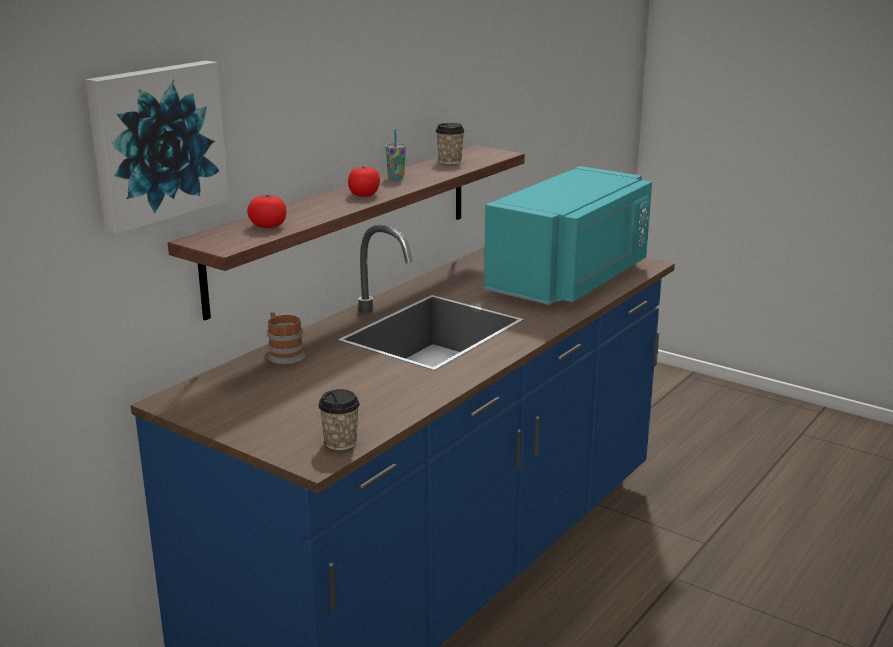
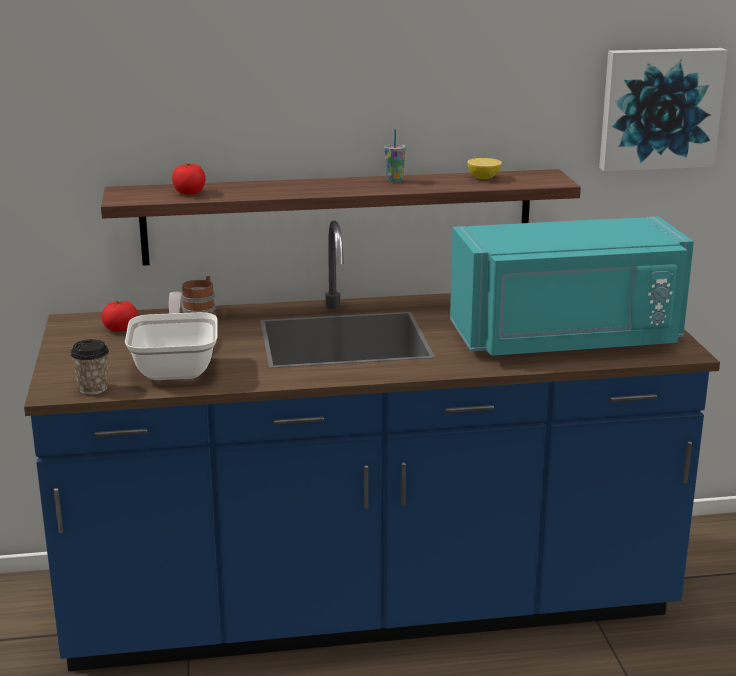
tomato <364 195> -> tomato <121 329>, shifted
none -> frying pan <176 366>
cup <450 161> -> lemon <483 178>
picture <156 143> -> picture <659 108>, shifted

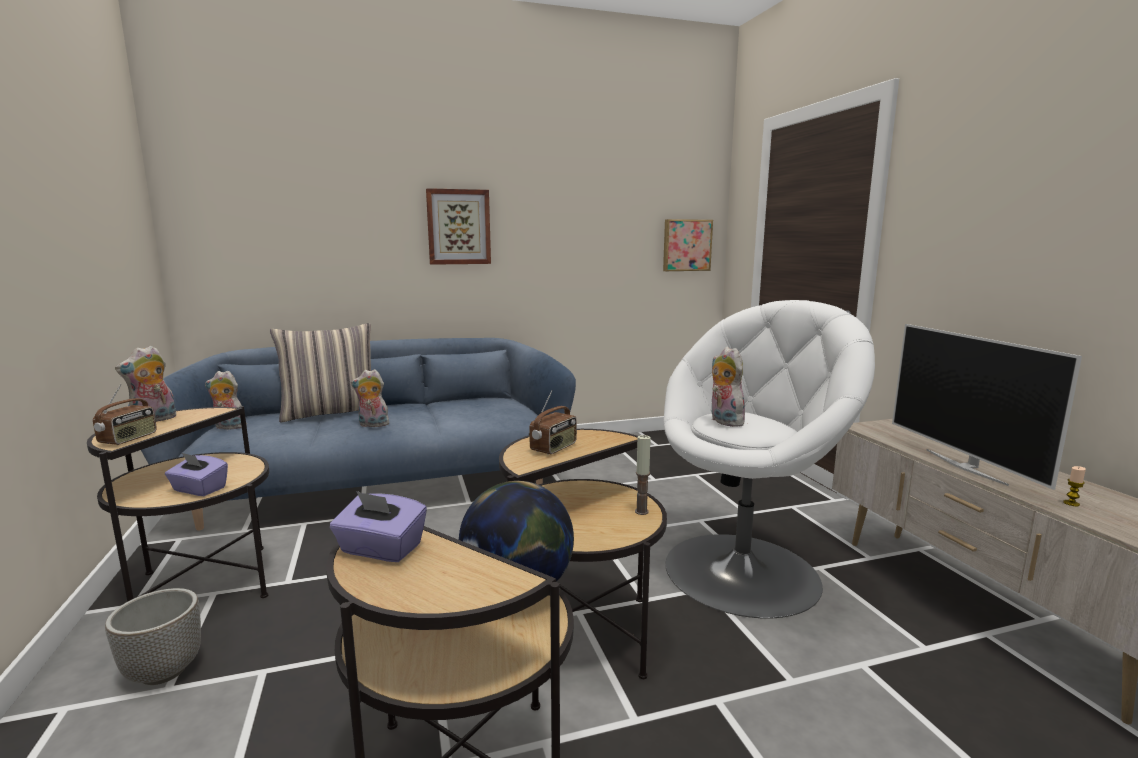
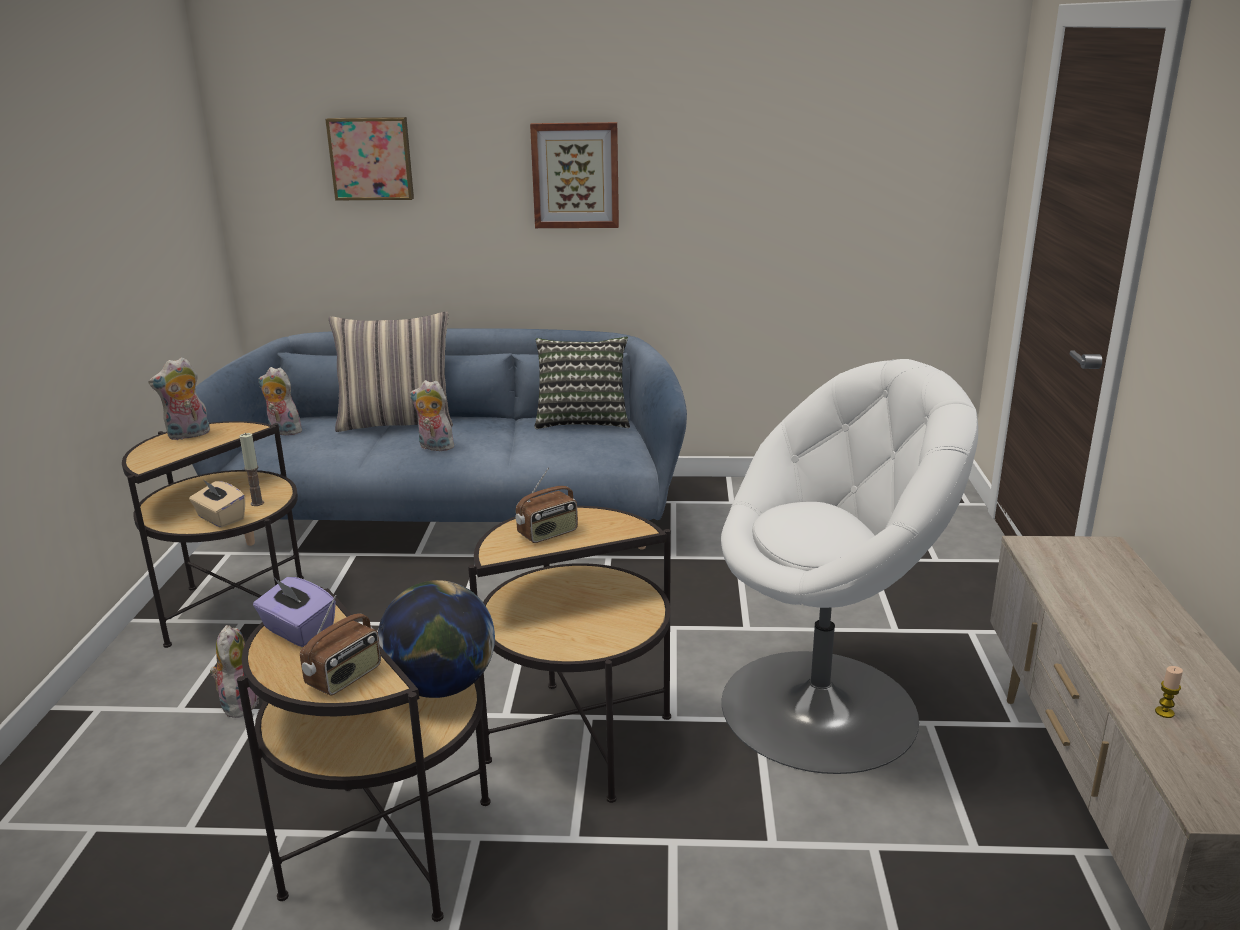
purple tissue box <199 489> -> beige tissue box <220 518>
plush toy <723 421> -> plush toy <238 703>, shifted
candle <641 511> -> candle <257 503>, shifted
radio <129 439> -> radio <345 677>, shifted
picture <686 245> -> picture <371 158>, shifted
none -> pillow <582 420>
planter <165 671> -> none
television <965 466> -> none

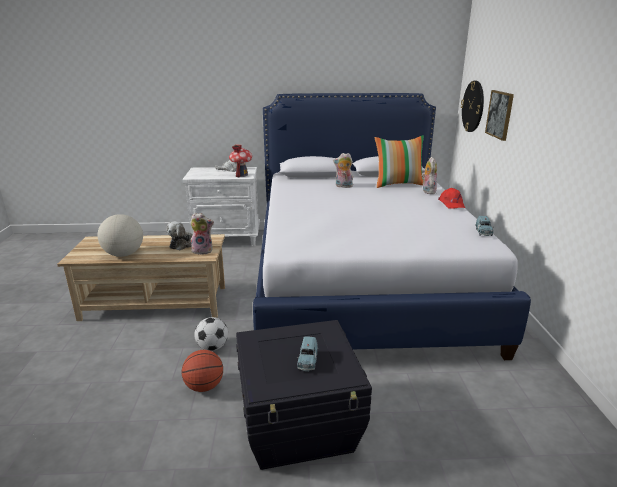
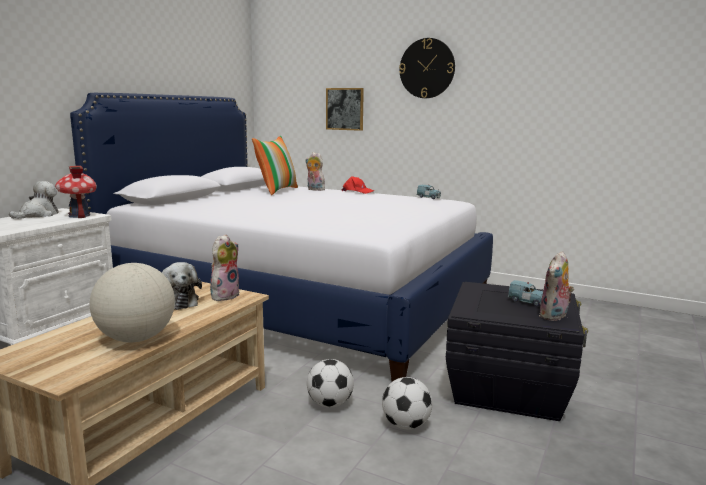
basketball <204 386> -> football <406 425>
wall clock <473 106> -> wall clock <427 68>, shifted
plush toy <343 186> -> plush toy <554 316>, shifted

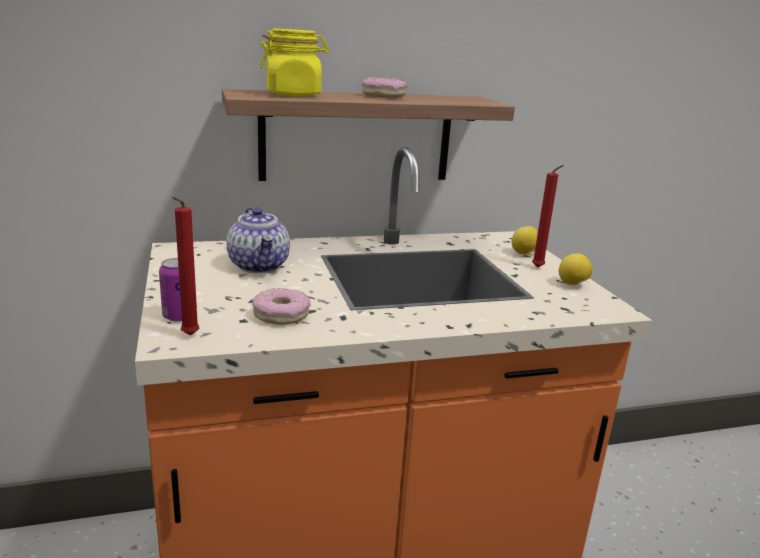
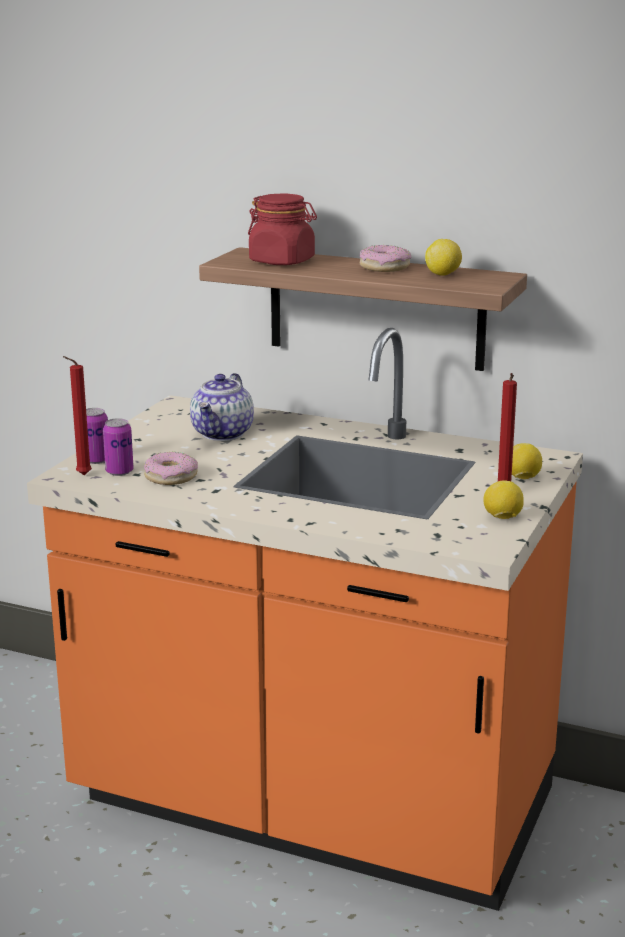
none -> can <119 471>
yellow jar <293 94> -> red jar <282 261>
none -> lemon <443 274>

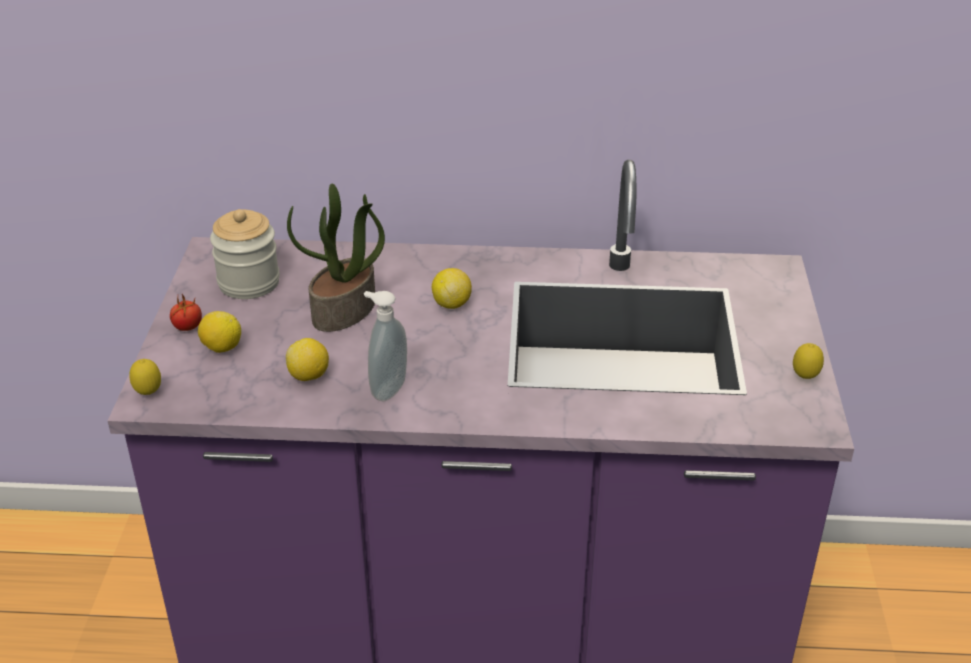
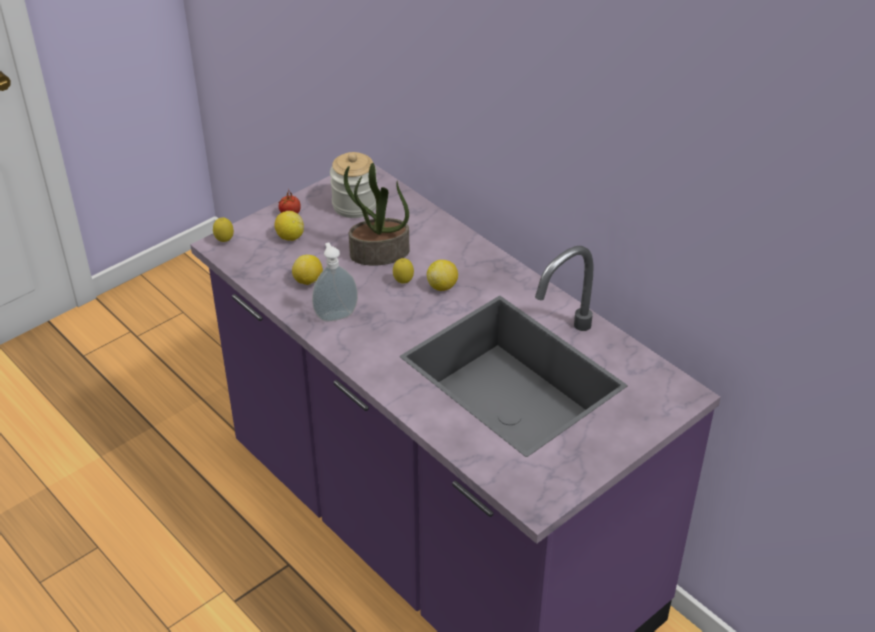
lemon <804 378> -> lemon <403 282>, shifted

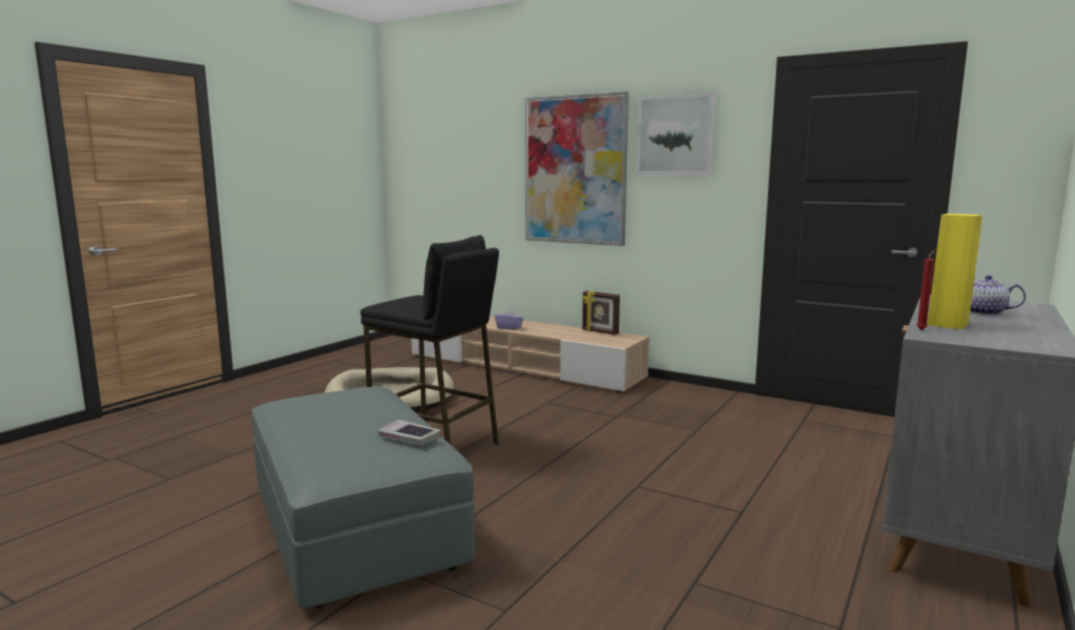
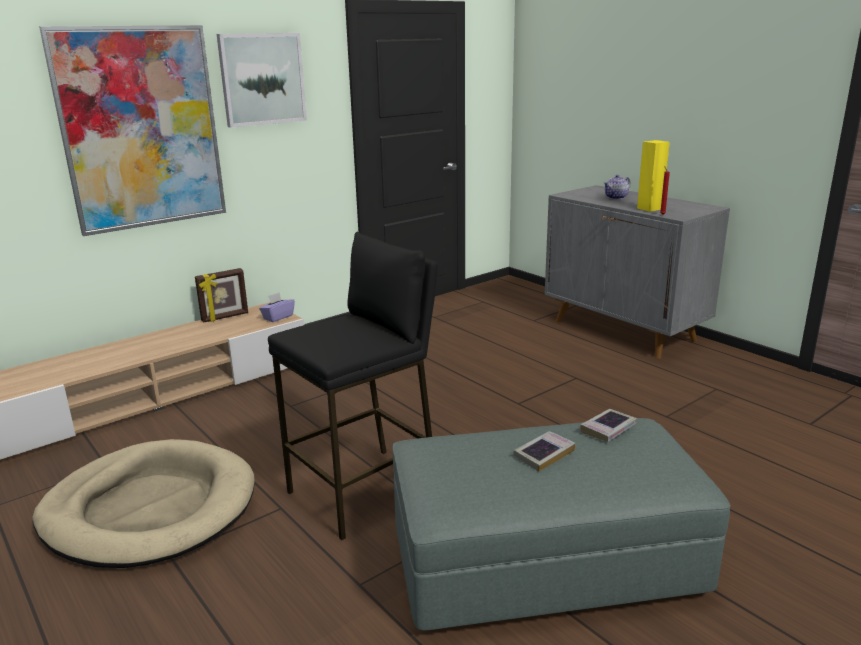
purple tissue box <509 328> -> purple tissue box <278 317>, shifted
none -> book <544 454>

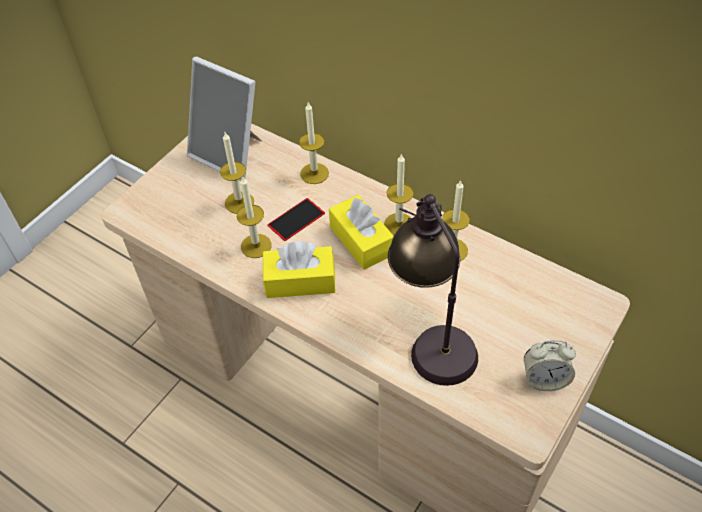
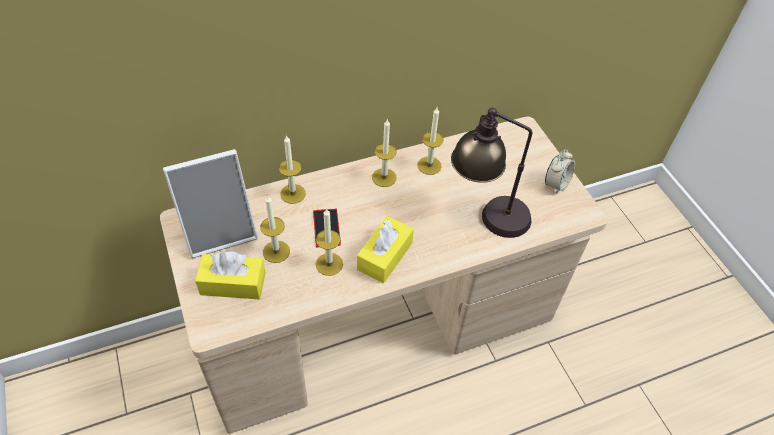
yellow tissue box <361 240> -> yellow tissue box <233 283>, shifted

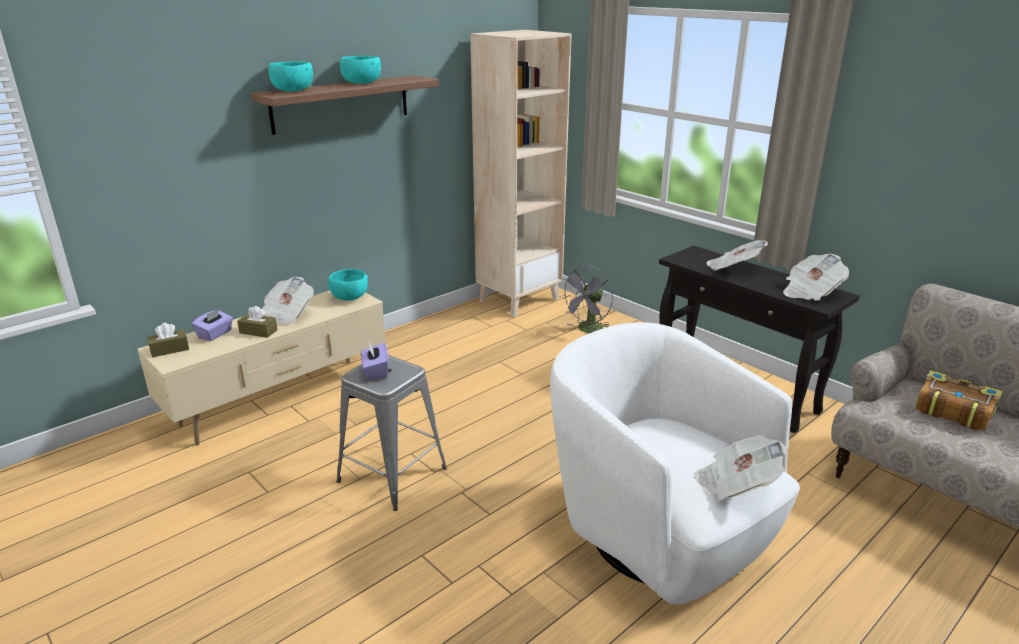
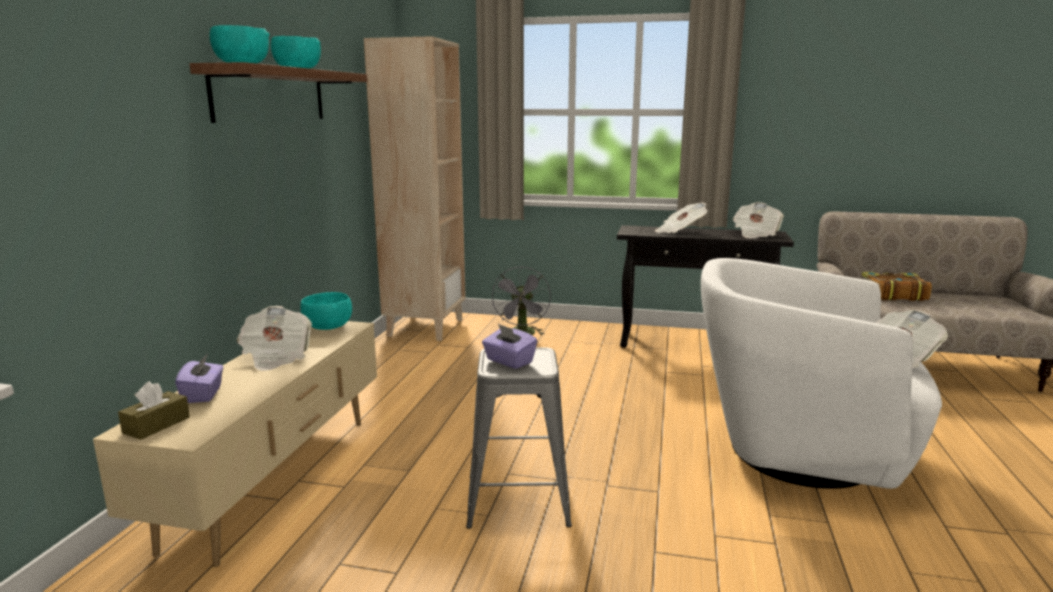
brown tissue box <258 331> -> none

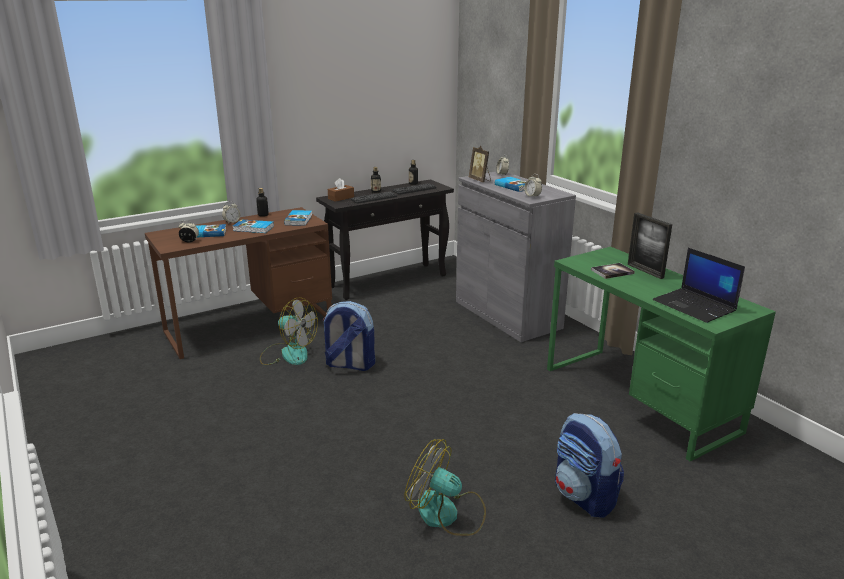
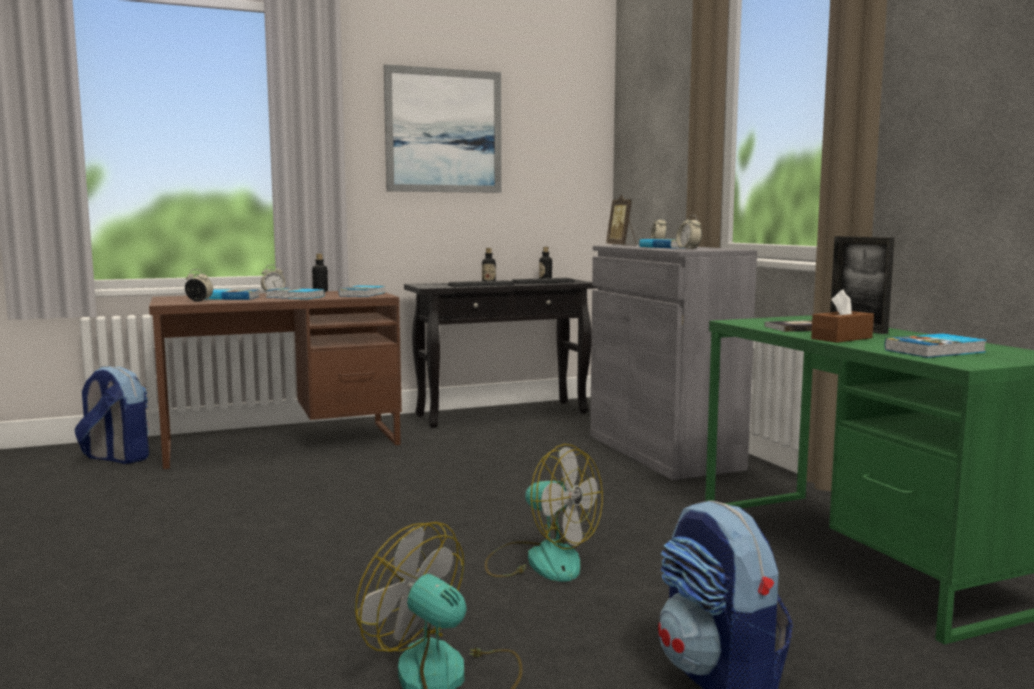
backpack <349 364> -> backpack <116 458>, shifted
none -> picture <444 131>
fan <288 353> -> fan <540 560>, shifted
brown tissue box <341 198> -> brown tissue box <841 338>, shifted
laptop <695 306> -> book <936 351>

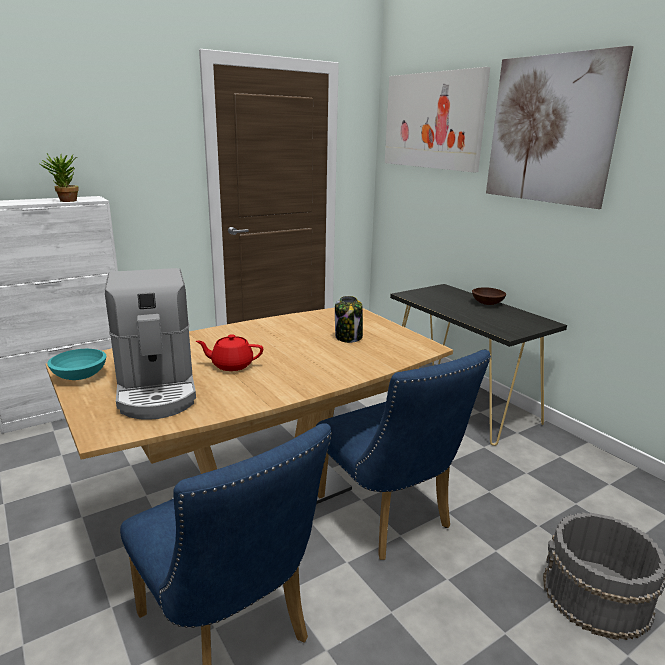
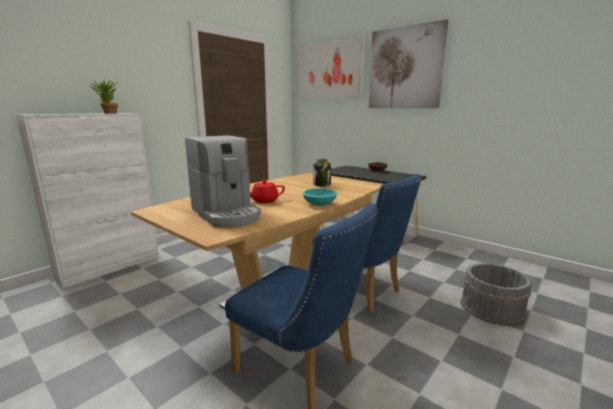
turquoise bowl <79 376> -> turquoise bowl <319 204>, shifted

